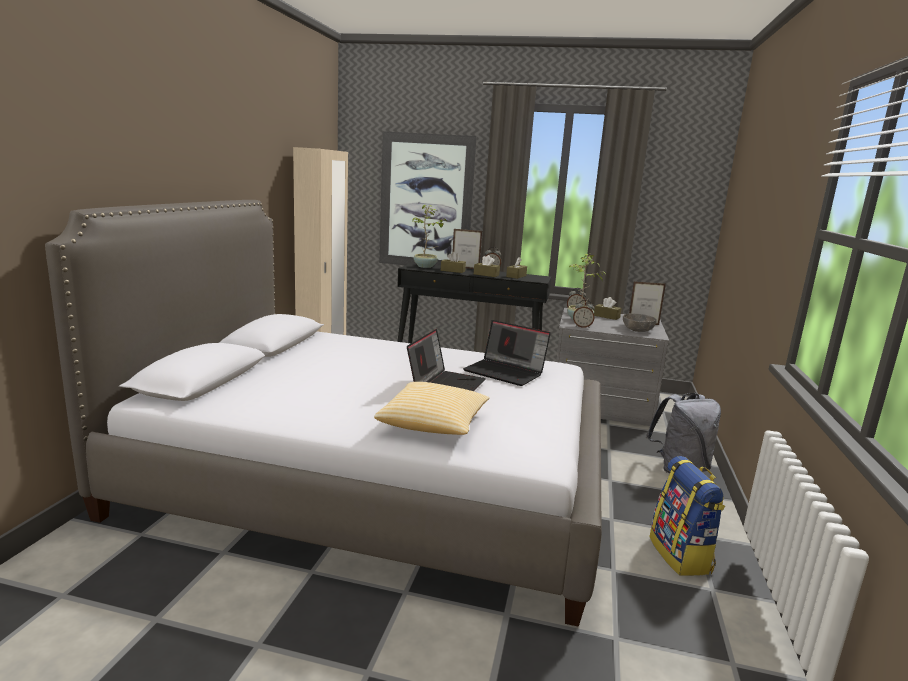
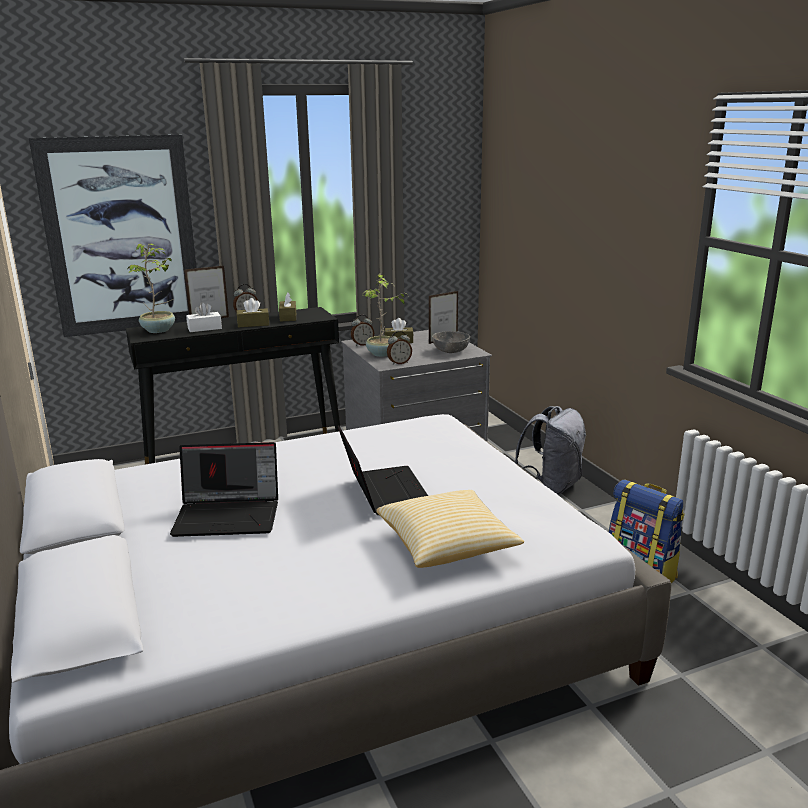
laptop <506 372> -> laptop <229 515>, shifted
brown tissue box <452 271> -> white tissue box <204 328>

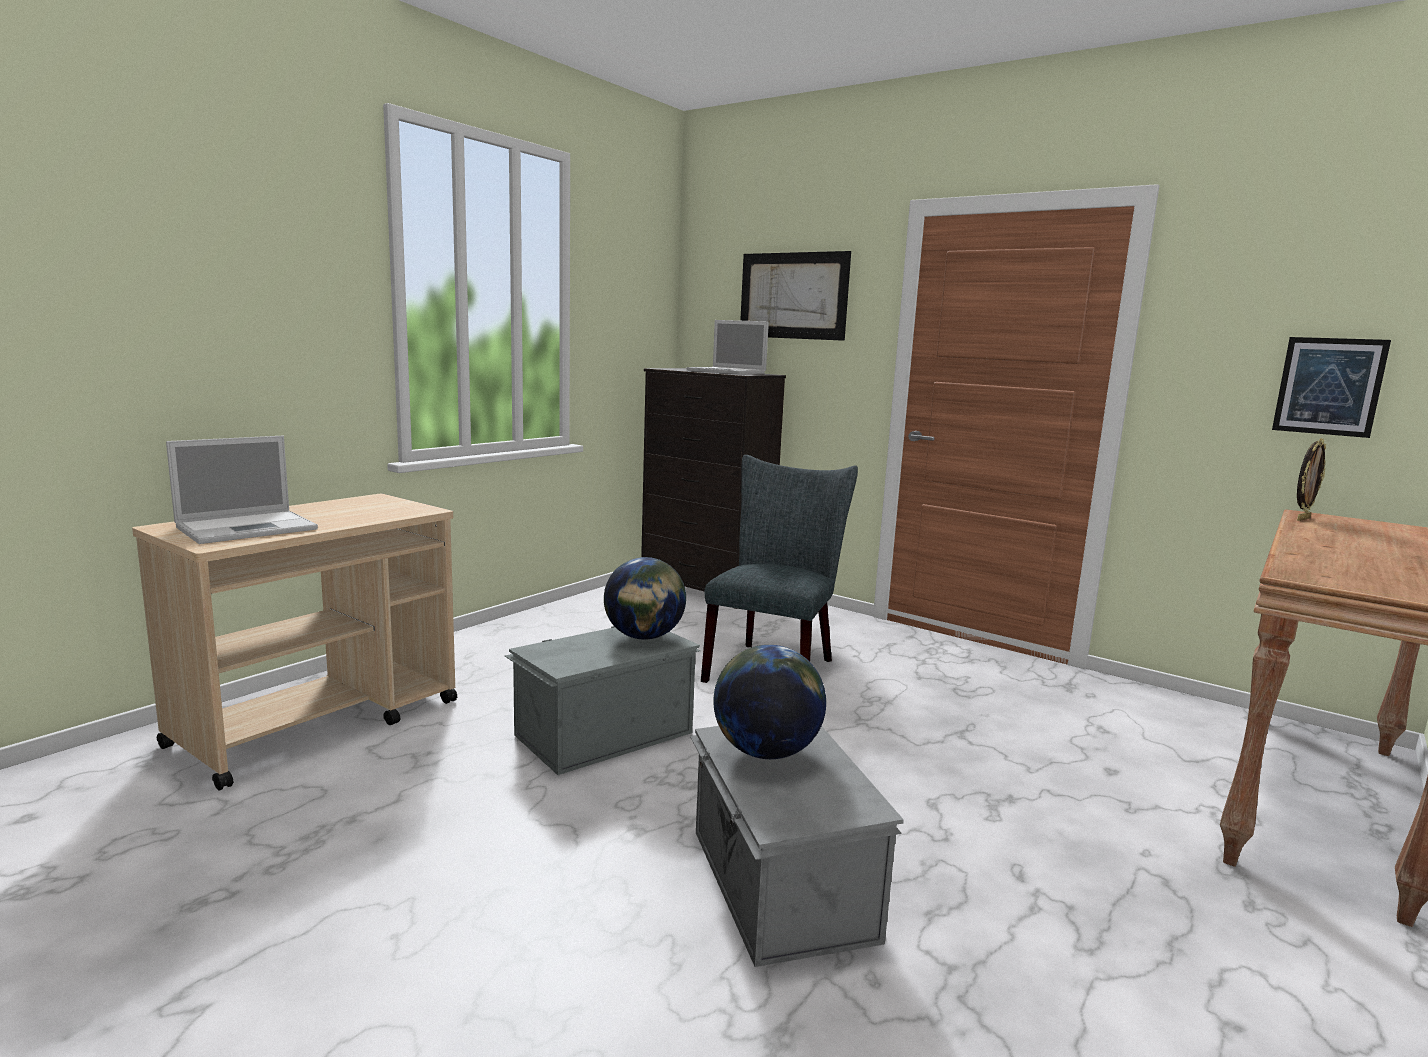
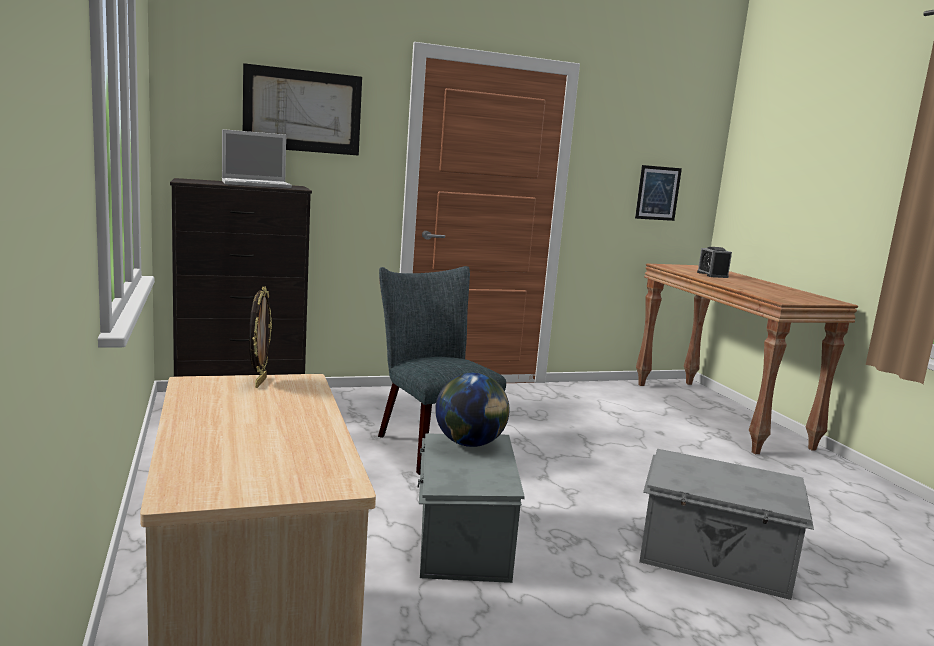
picture frame <1302 519> -> picture frame <259 382>, shifted
none -> alarm clock <712 275>
laptop <249 528> -> none
globe <766 751> -> none

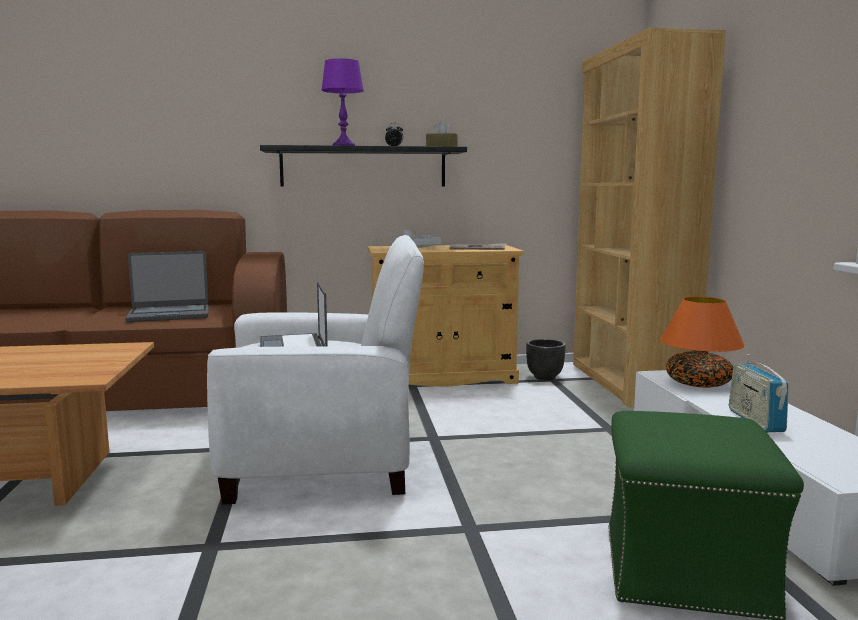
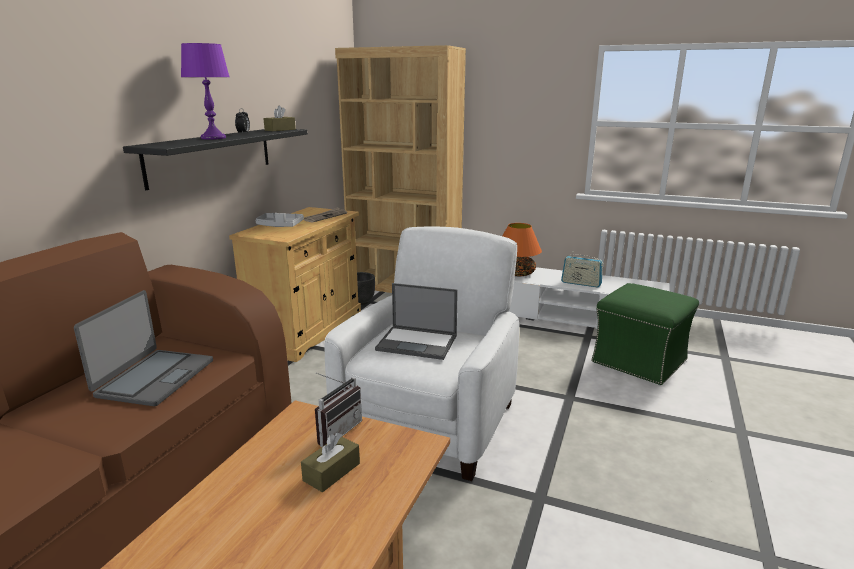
none -> brown tissue box <331 472>
none -> radio <335 430>

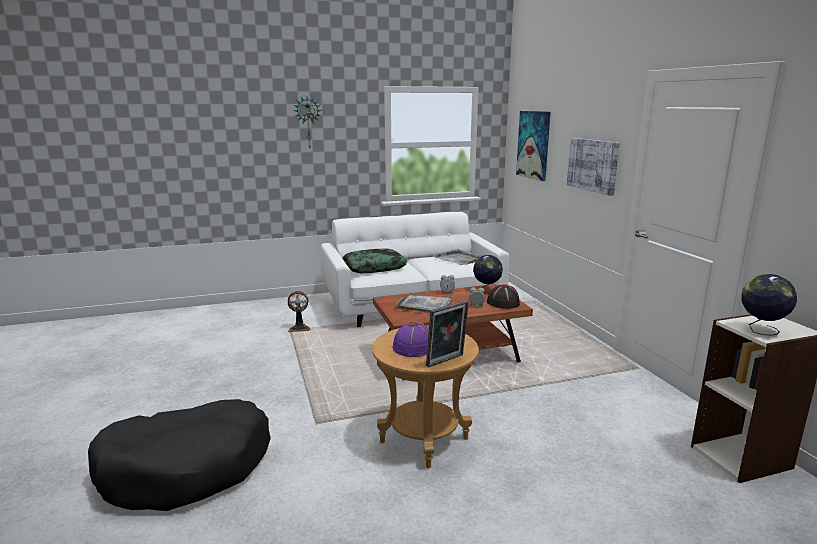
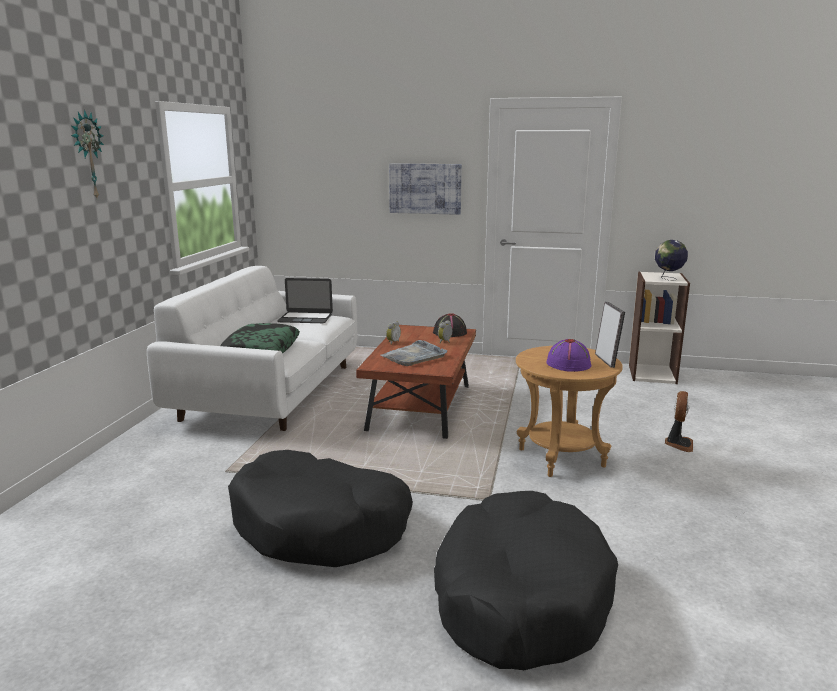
none -> black dog bed <321 526>
grey tray <458 259> -> laptop <305 318>
fan <299 328> -> fan <678 444>, shifted
globe <486 291> -> none
picture <534 145> -> none

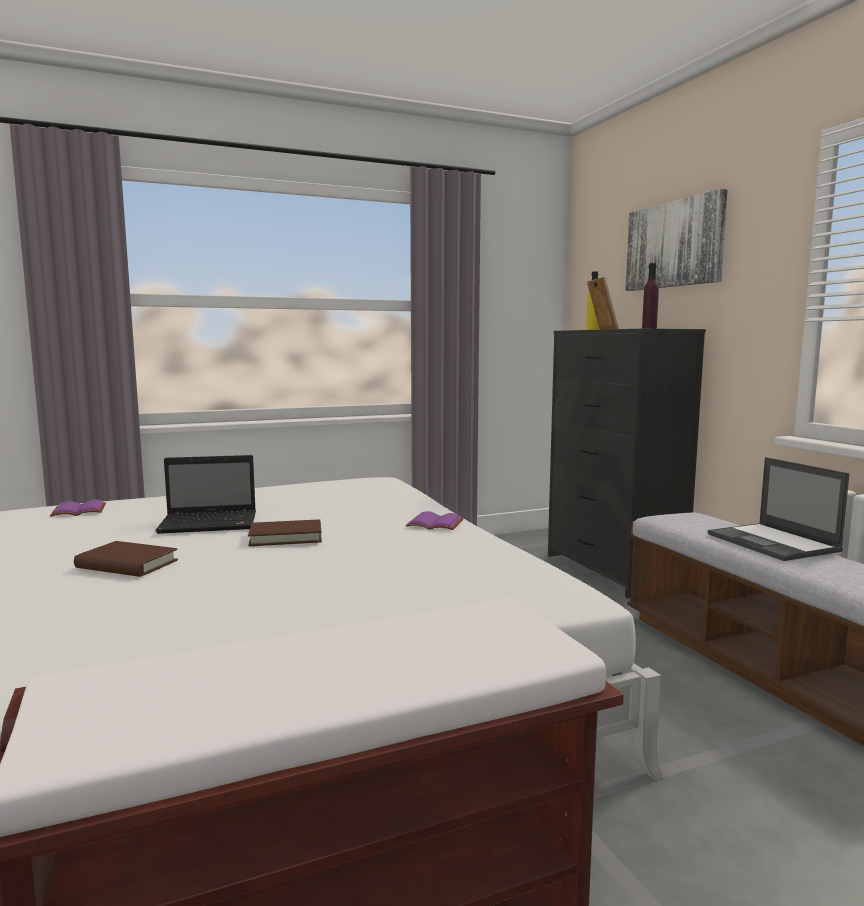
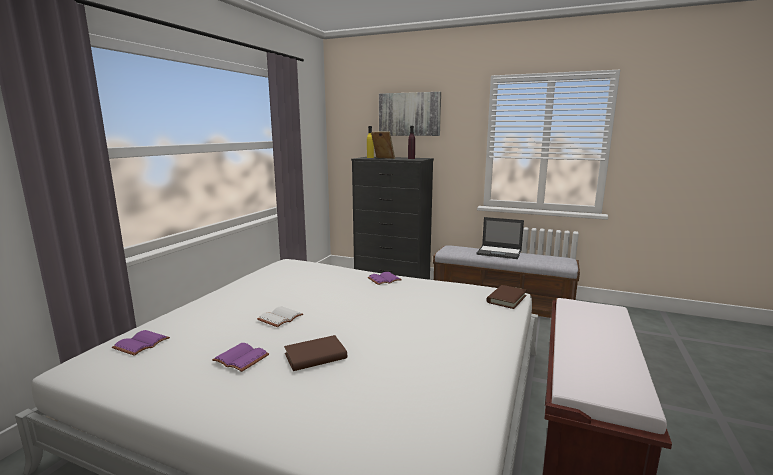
none -> purple book <239 359>
laptop <211 524> -> white book <280 317>
brown book <286 537> -> brown book <506 299>, shifted

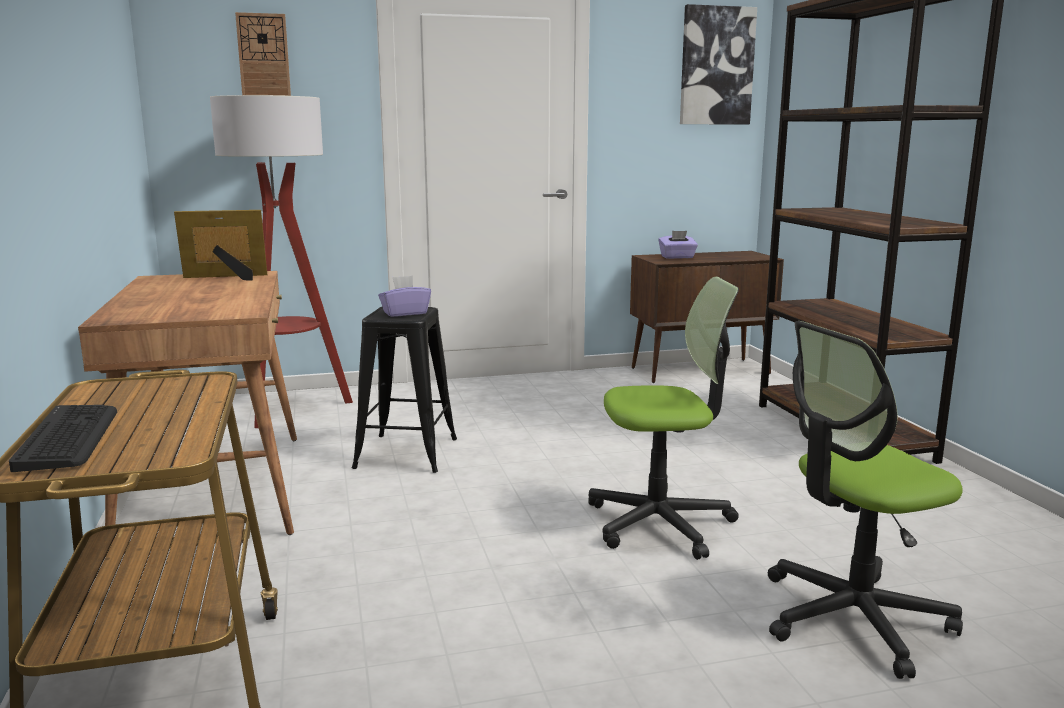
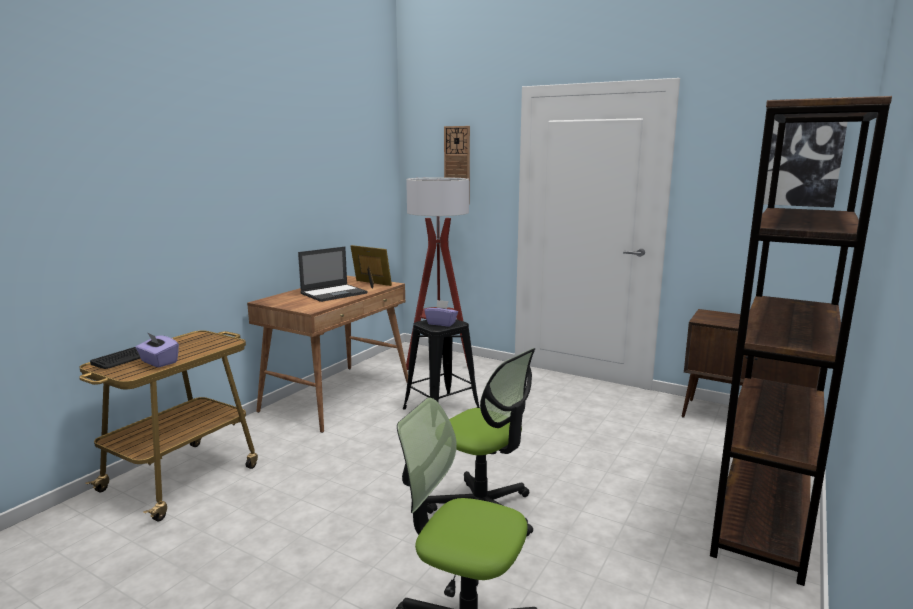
purple tissue box <677 257> -> purple tissue box <158 362>, shifted
none -> laptop <334 293>

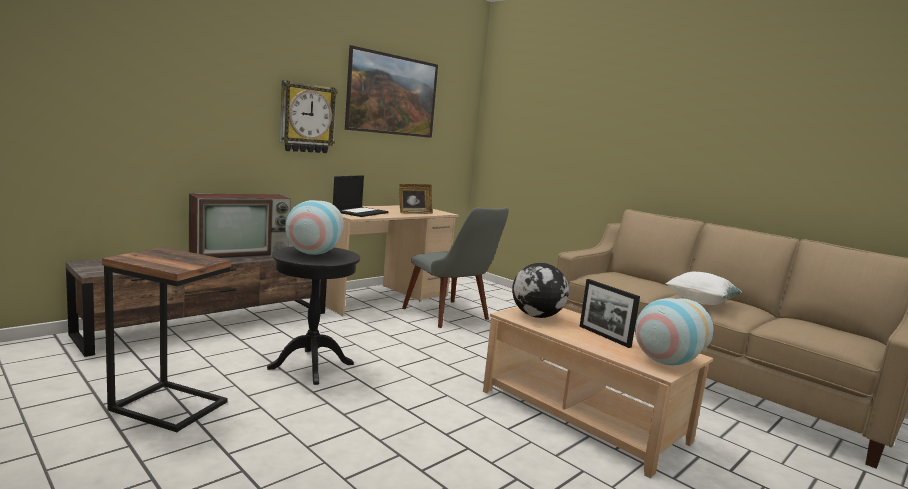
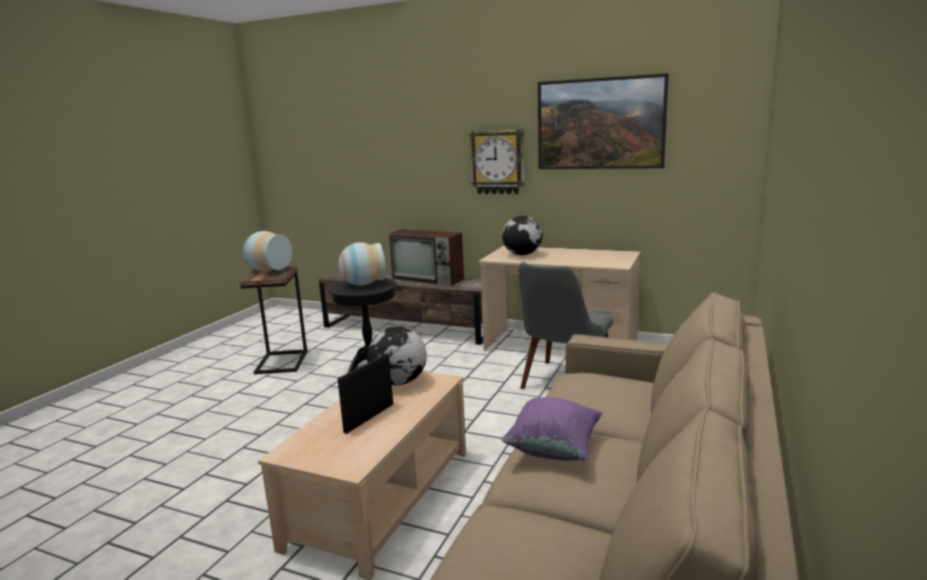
vase <665 361> -> vase <267 270>, shifted
white pillow <700 302> -> purple pillow <553 449>
laptop <360 212> -> globe <522 254>
picture frame <414 213> -> none

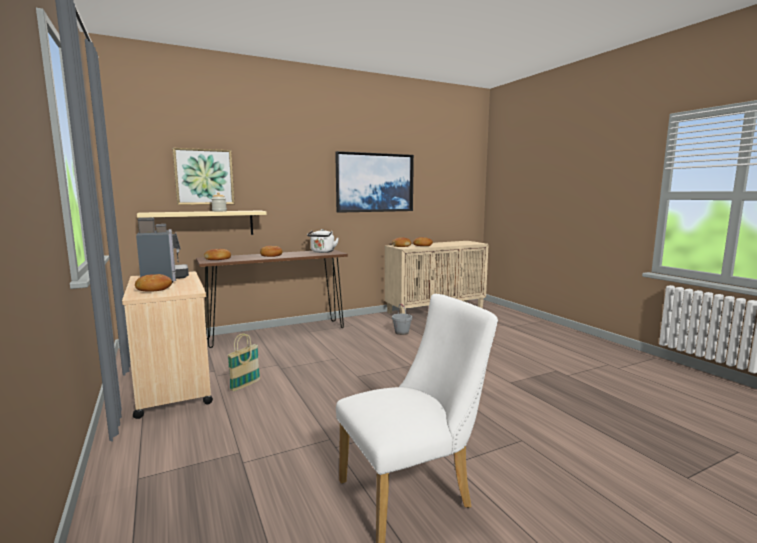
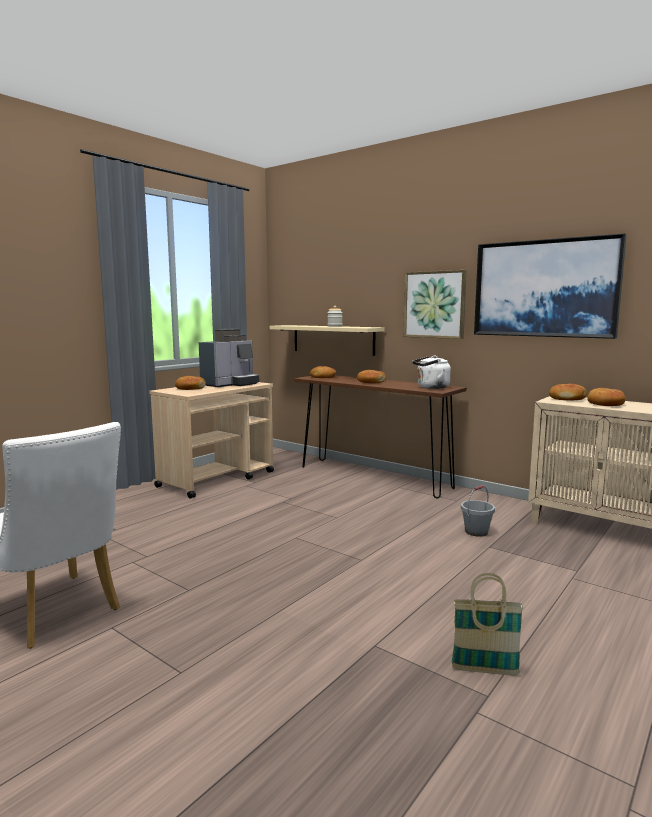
picture <204 177> -> picture <434 304>, shifted
basket <245 385> -> basket <484 670>, shifted

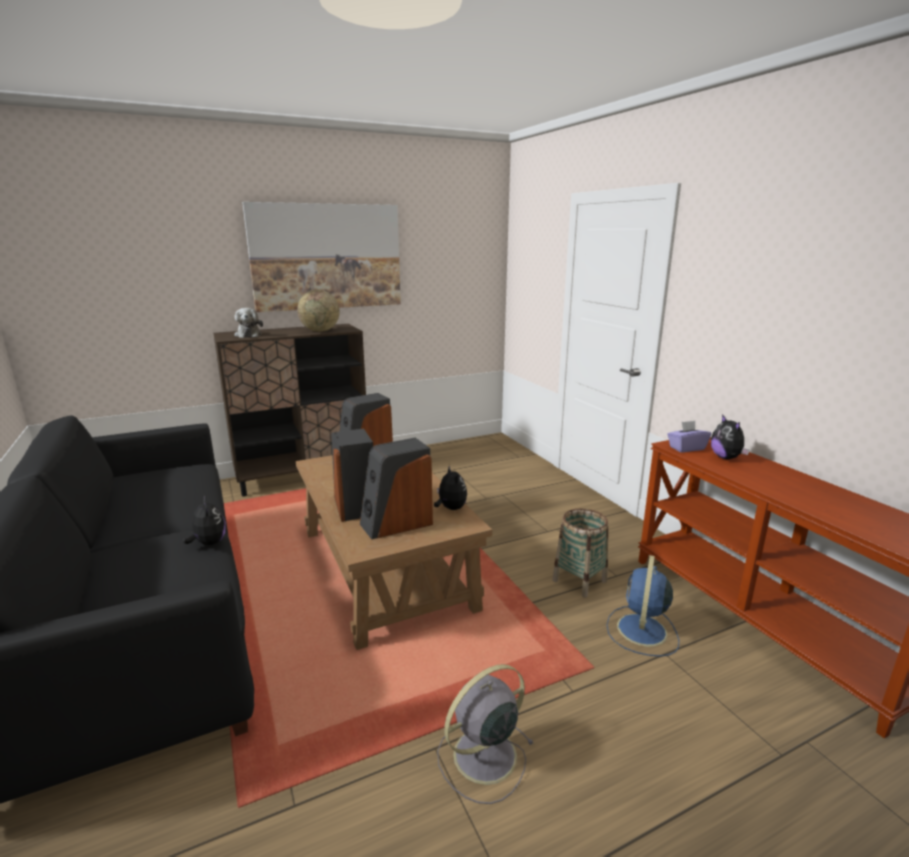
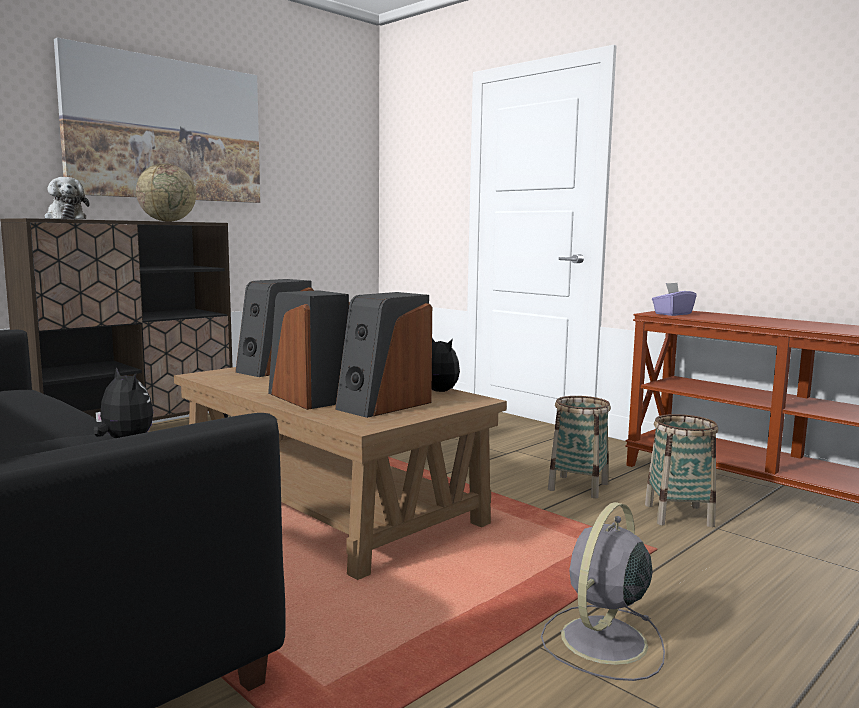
blue fan <641 631> -> basket <678 515>
plush toy <726 458> -> none

